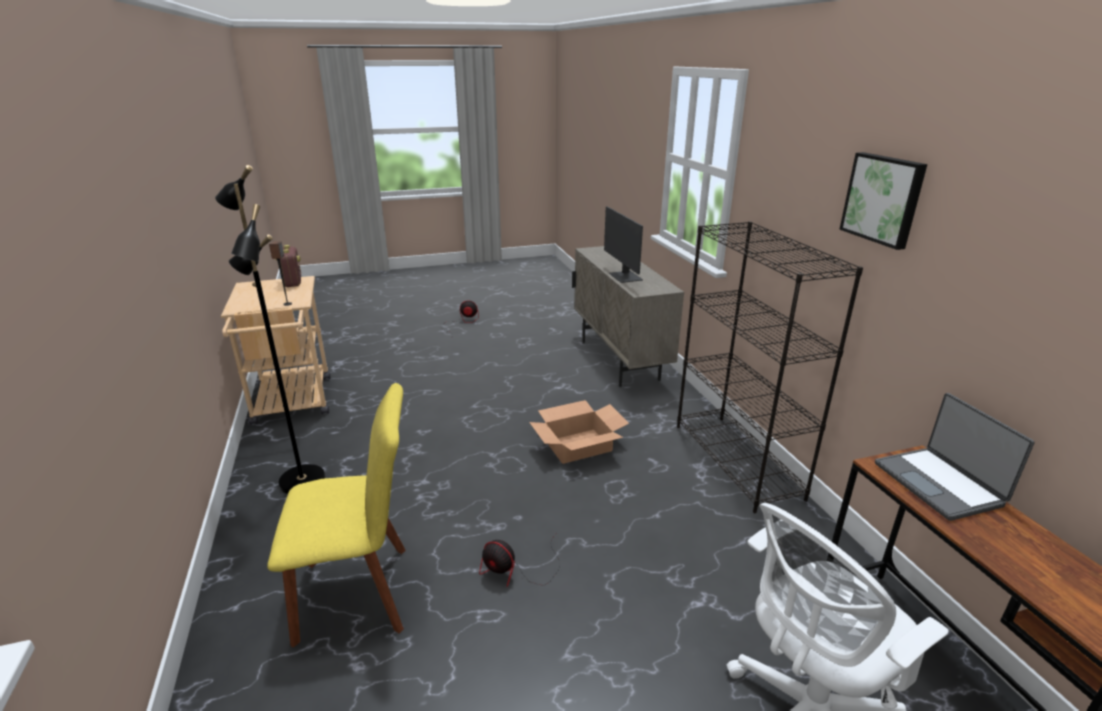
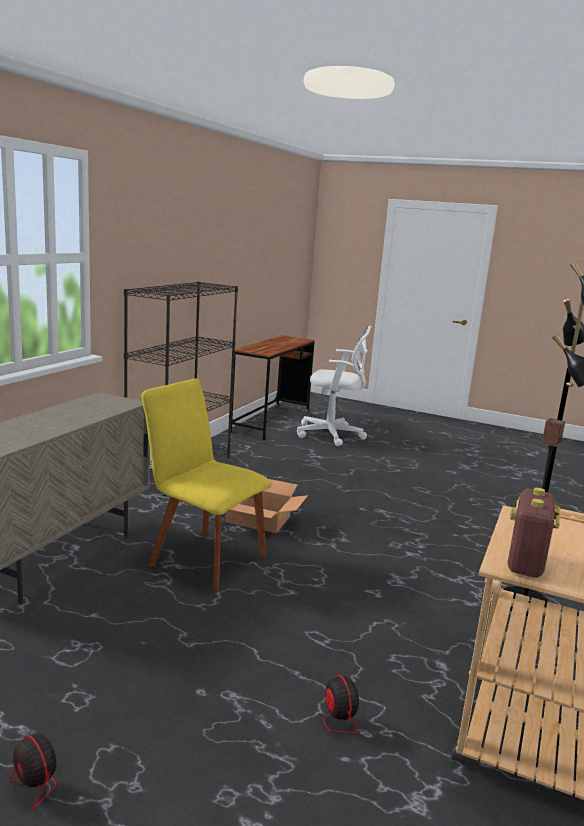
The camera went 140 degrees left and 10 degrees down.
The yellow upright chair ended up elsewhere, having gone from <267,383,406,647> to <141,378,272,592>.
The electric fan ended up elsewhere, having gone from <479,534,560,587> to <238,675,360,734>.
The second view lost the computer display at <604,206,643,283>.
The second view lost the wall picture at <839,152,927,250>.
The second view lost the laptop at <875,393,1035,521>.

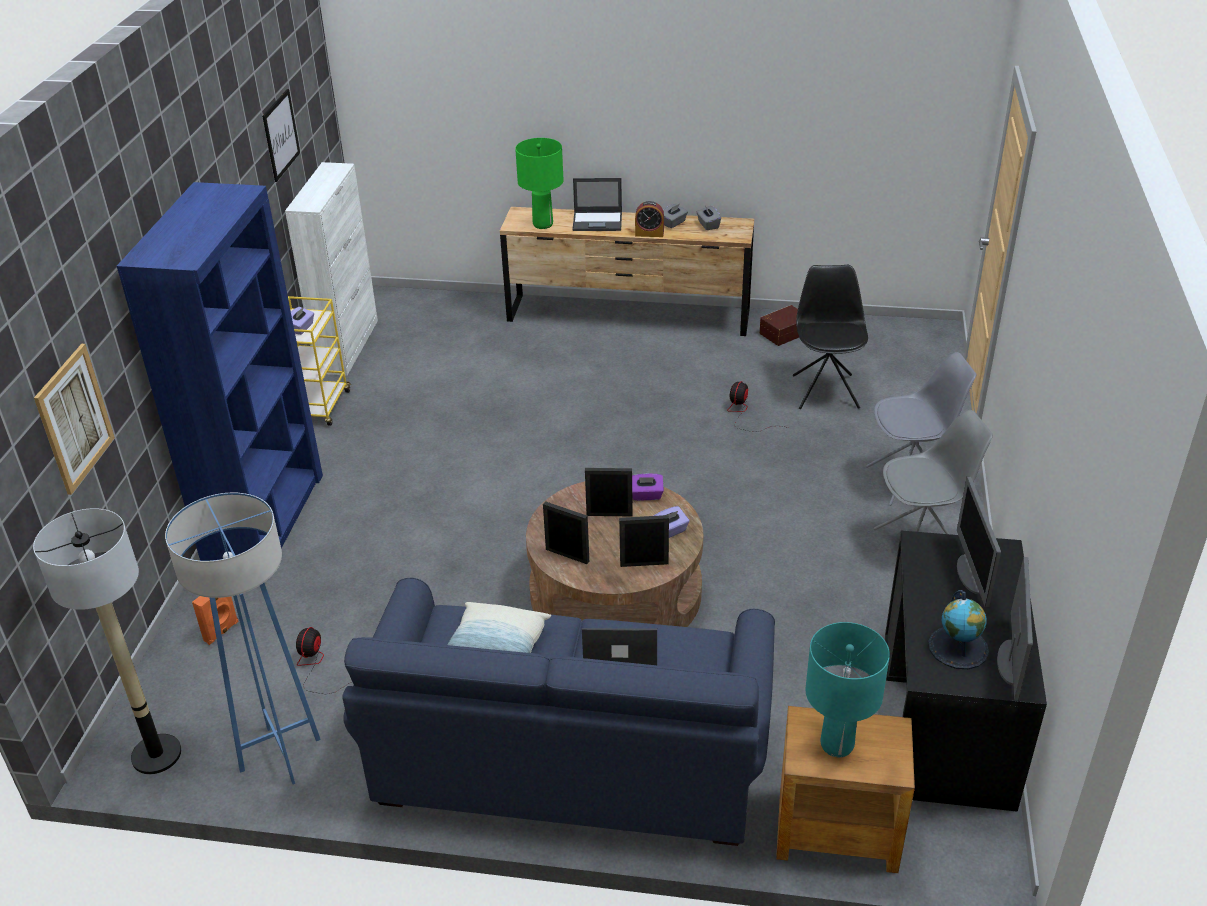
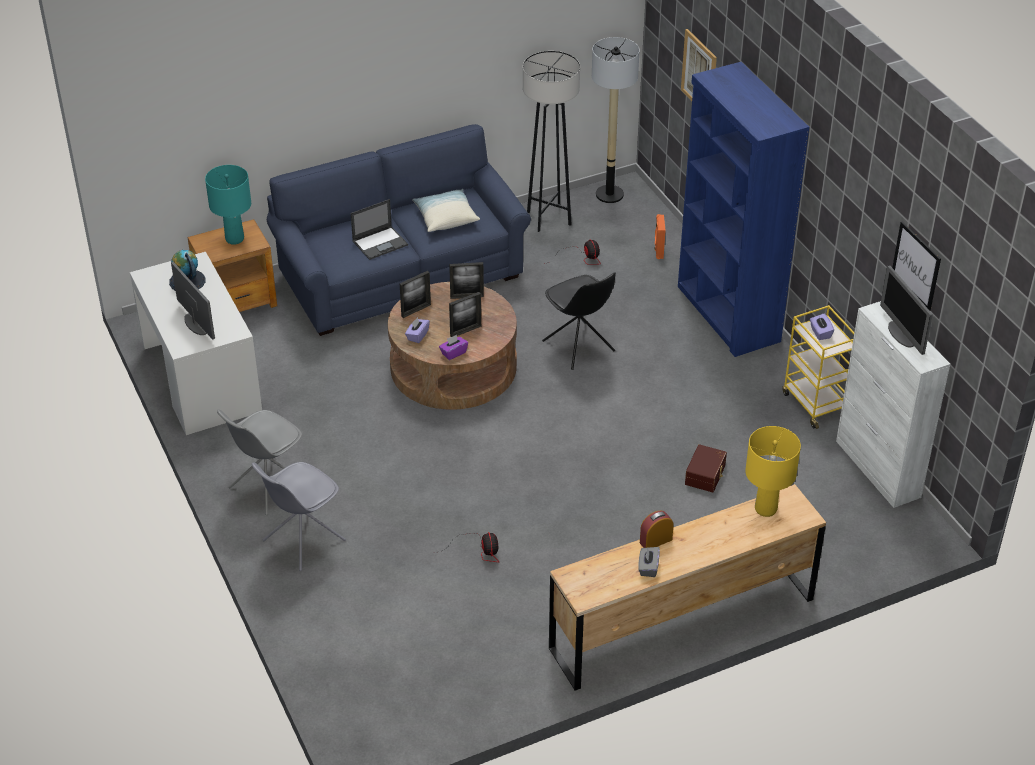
The camera went 145 degrees right and 5 degrees up.
What was the black desk unit at <885,531,1047,812> turned into the white desk unit at <130,252,262,435>.
What was the bluish floor lamp at <165,493,321,784> turned into the greyish floor lamp at <523,51,580,232>.
The black upright chair ended up elsewhere, having gone from <793,265,868,409> to <542,273,616,370>.
The brownish storage container ended up elsewhere, having gone from <759,305,799,346> to <685,444,727,492>.
What was the greenish lamp for a table at <515,138,564,229> turned into the yellow lamp for a table at <745,426,801,517>.
The computer display ended up elsewhere, having gone from <997,557,1033,700> to <880,265,933,355>.
The second view lost the laptop at <573,178,622,231>.
The second view lost the greyish tissue box at <697,206,721,230>.

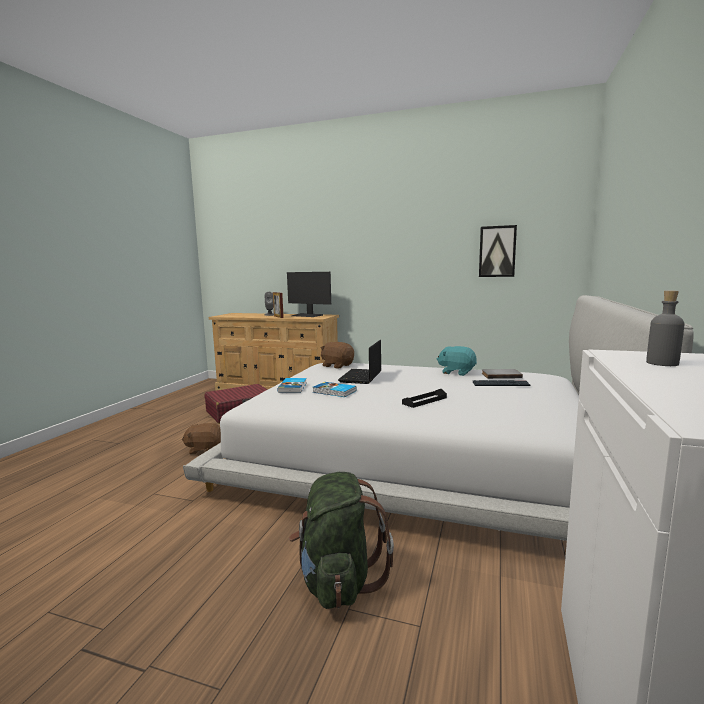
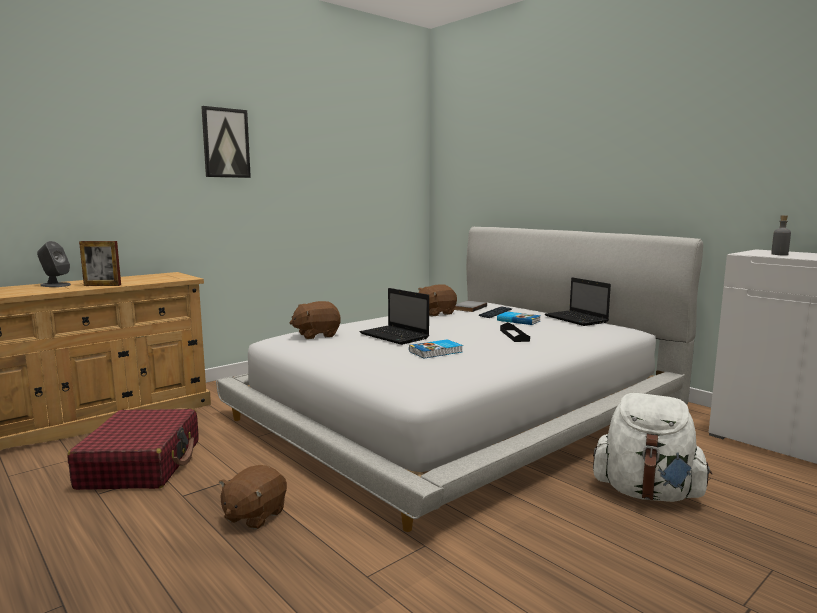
The camera went 60 degrees left and 0 degrees up.
The wall picture ended up elsewhere, having gone from <479,225,517,277> to <201,106,251,178>.
What was the blue-green soft toy at <437,346,477,376> turned into the brownish soft toy at <418,284,457,317>.
The bound book ended up elsewhere, having gone from <277,378,307,393> to <497,312,541,325>.
The second view gained the laptop at <545,277,611,326>.
What was the greenish backpack at <289,472,394,609> turned into the white backpack at <593,393,712,502>.
The second view lost the computer display at <287,272,331,317>.

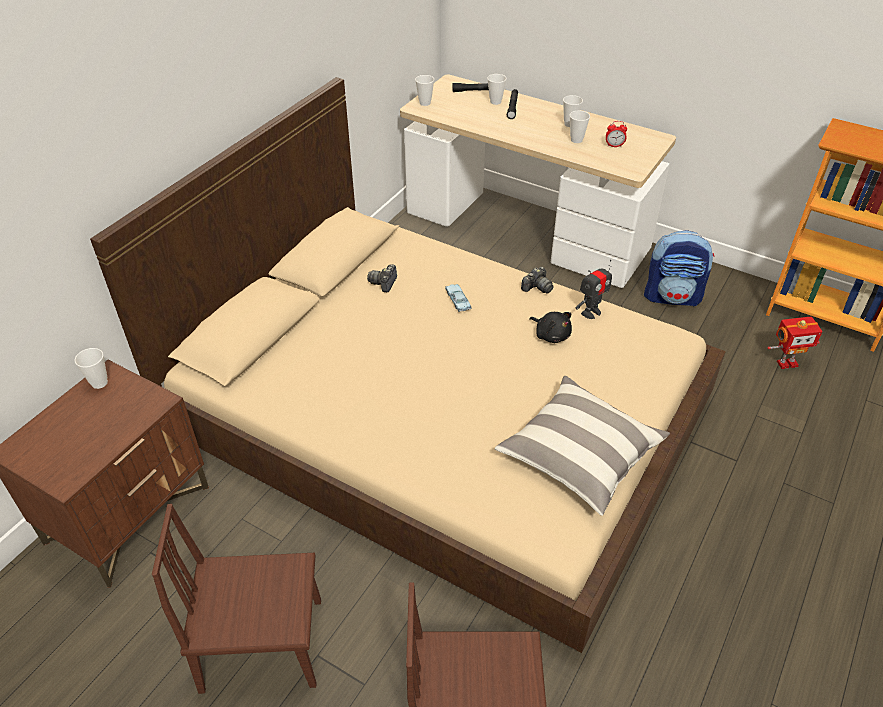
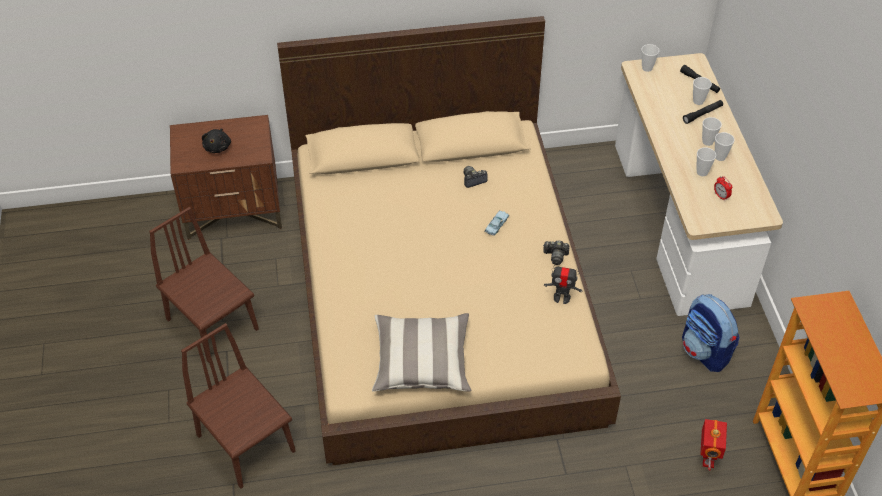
The camera went 50 degrees right and 5 degrees up.
The black soft toy ended up elsewhere, having gone from <529,312,572,343> to <202,128,231,153>.
The robot figure at <767,316,823,369> ended up facing another way, 120 degrees counterclockwise from before.
The small cup ended up elsewhere, having gone from <75,348,108,389> to <702,117,722,146>.

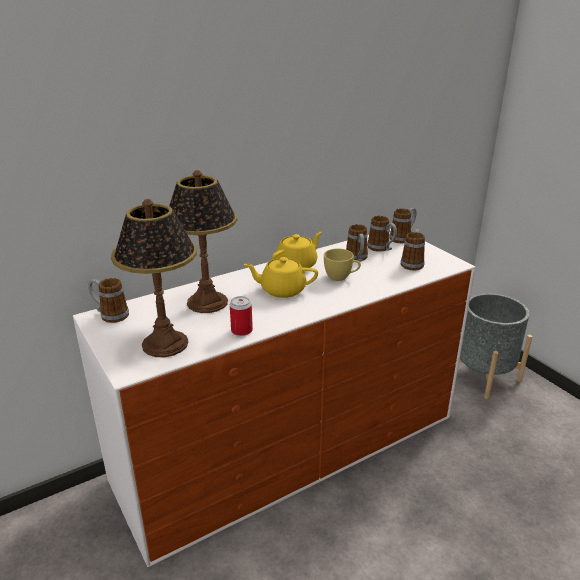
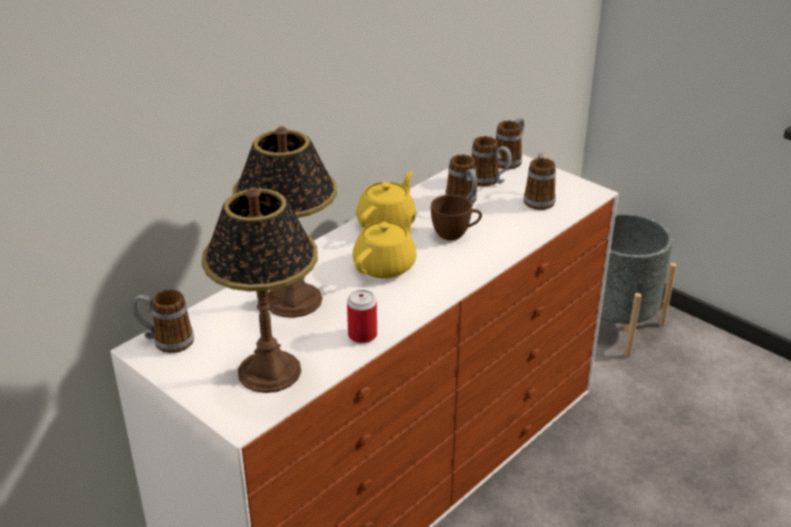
The camera went 15 degrees left and 5 degrees up.
The yellow pot for tea at <244,257,318,298> ended up facing another way, 135 degrees clockwise from before.
What was the yellow small cup at <324,249,361,281> turned into the brownish small cup at <431,195,482,240>.

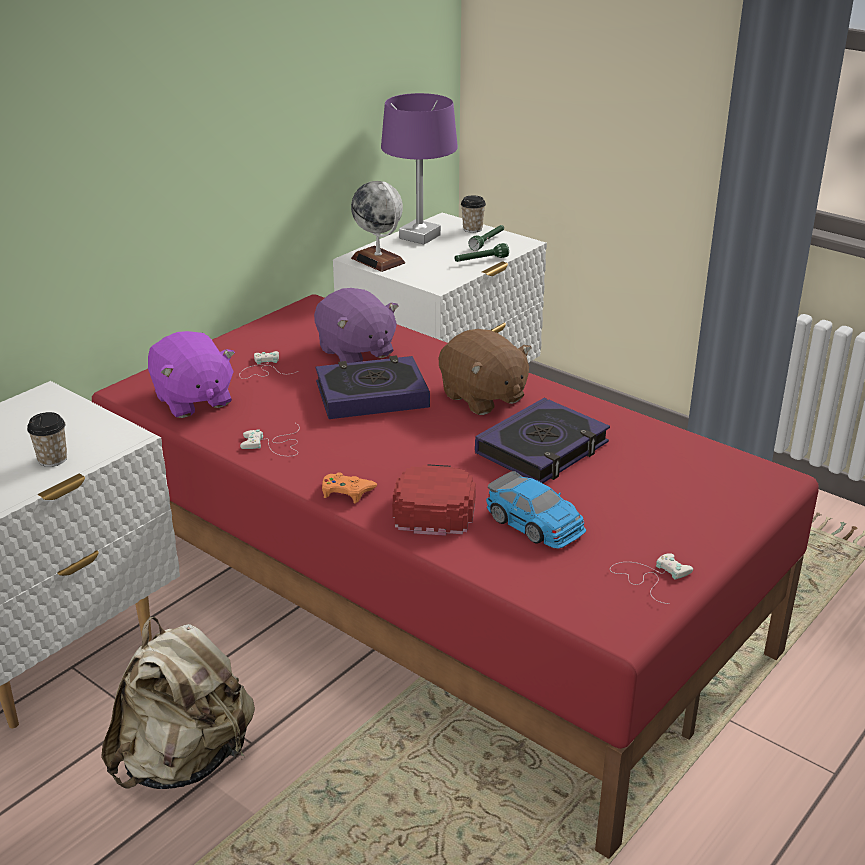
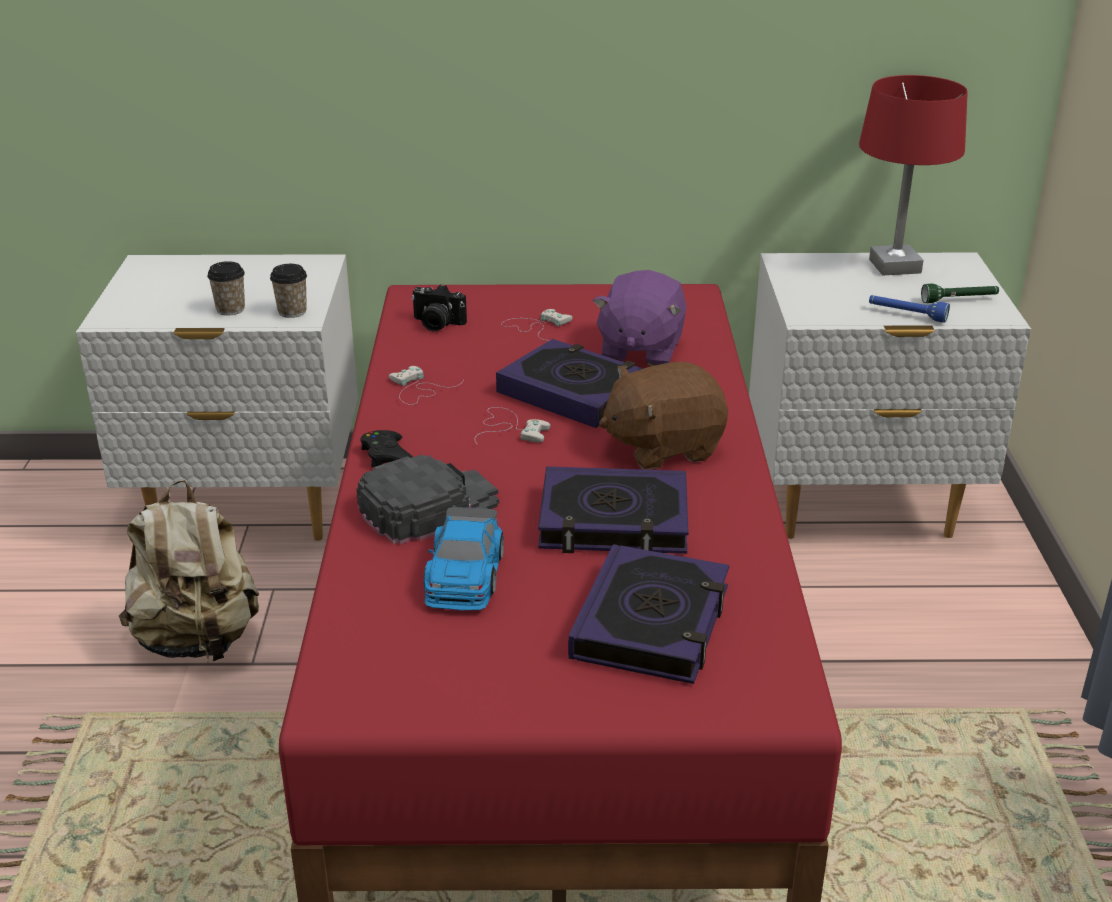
The camera went 50 degrees right and 0 degrees up.
The small cup ended up elsewhere, having gone from <461,195,486,233> to <270,264,307,318>.
What was the reddish peaked cap at <392,464,476,536> turned into the black peaked cap at <356,454,499,544>.
What was the orange game controller at <322,472,377,504> turned into the black game controller at <360,430,413,468>.
Where the purplish soft toy stood at <148,331,235,418>, the photo camera came to stand at <411,285,467,332>.
The white game controller ended up elsewhere, having gone from <610,553,693,604> to <475,407,550,445>.
The second view gained the bound book at <568,544,729,684>.
The brownish soft toy at <439,329,532,415> ended up facing another way, 60 degrees clockwise from before.
What was the purplish lamp for a table at <381,93,458,245> turned into the reddish lamp for a table at <859,75,968,275>.
What was the greenish hand torch at <454,243,509,262> turned into the bluish hand torch at <869,295,950,323>.
The second view lost the world globe at <351,181,405,272>.

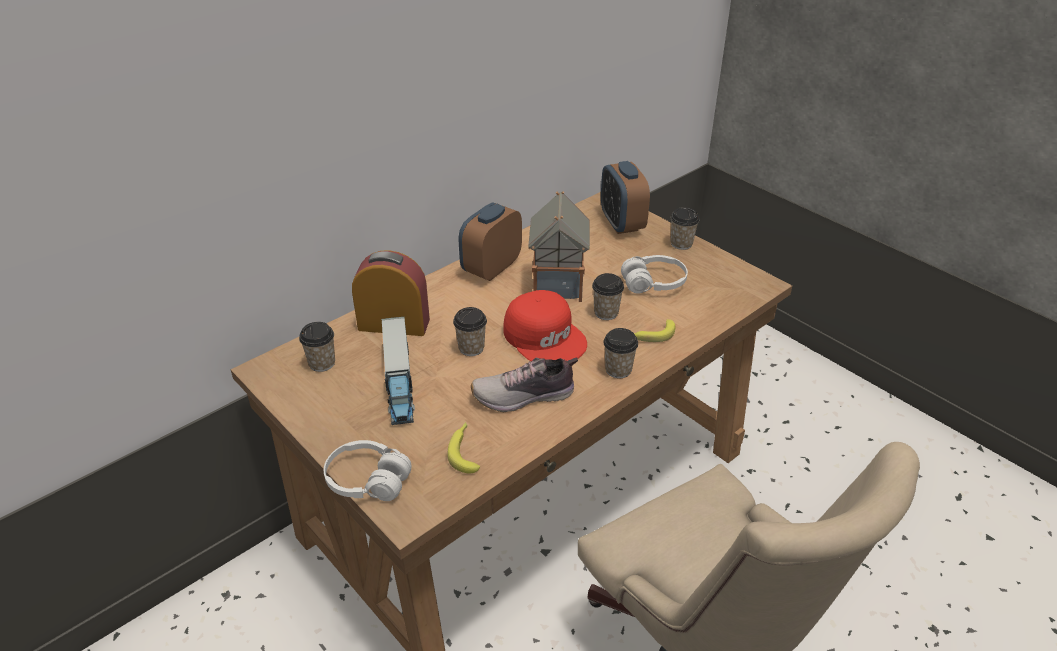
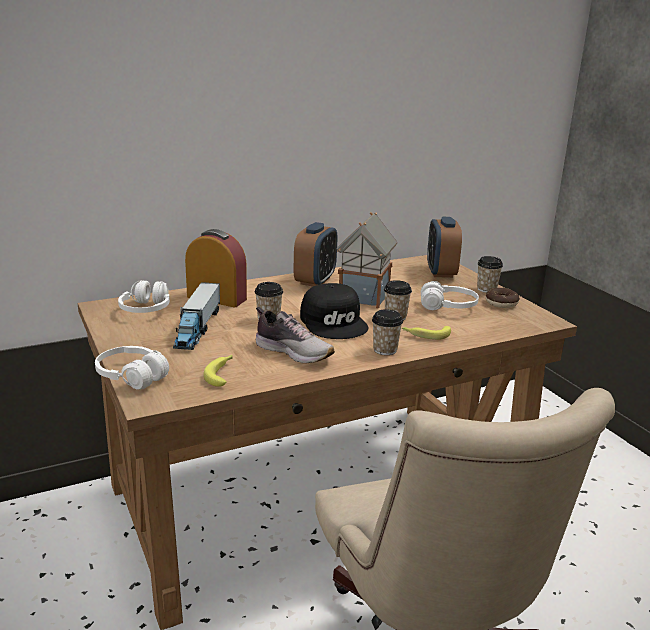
The camera went 15 degrees right and 15 degrees down.
Where the small cup stood at <299,322,335,372>, the white headset came to stand at <118,280,170,313>.
The item of footwear at <471,358,578,412> ended up facing another way, 150 degrees counterclockwise from before.
The alarm clock at <459,203,522,281> ended up facing another way, 150 degrees clockwise from before.
What was the reddish peaked cap at <504,290,587,361> turned into the black peaked cap at <300,283,369,339>.
The second view gained the doughnut at <485,288,520,308>.

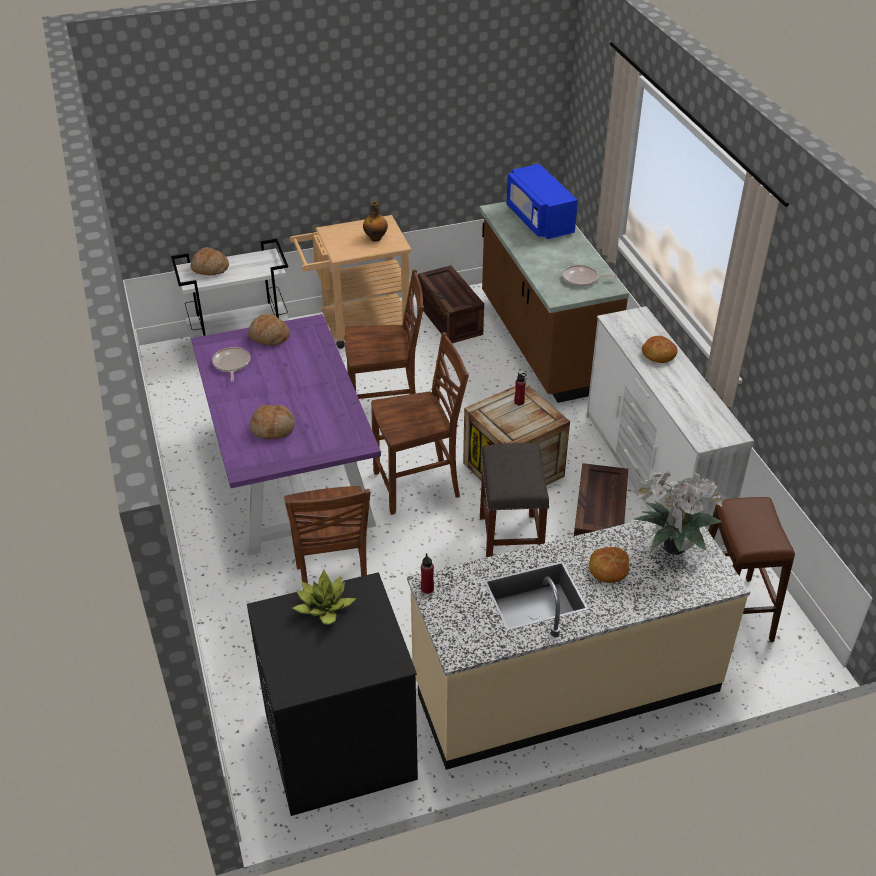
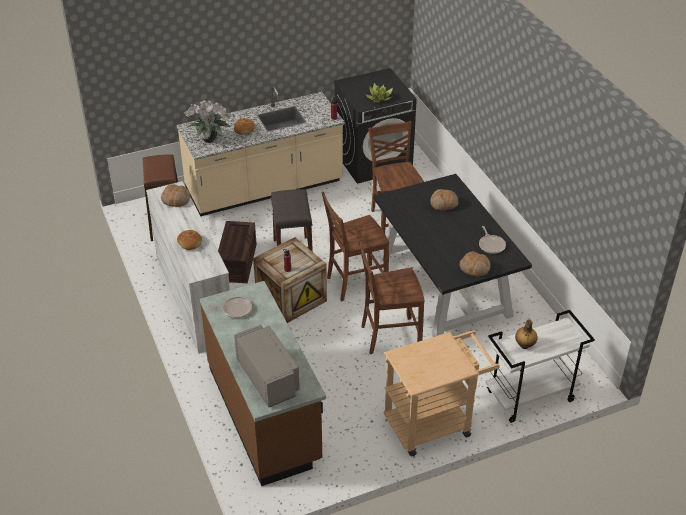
The camera went 175 degrees right and 0 degrees up.
The baked bread ended up elsewhere, having gone from <190,247,229,275> to <161,184,190,207>.
What was the bluish kitchen microwave at <507,164,578,239> turned into the greyish kitchen microwave at <234,324,300,408>.
What was the purplish dining table at <191,314,381,556> turned into the black dining table at <373,174,532,337>.
The drink bottle ended up elsewhere, having gone from <363,201,388,242> to <515,319,538,349>.
The second view lost the crate at <418,266,484,343>.

